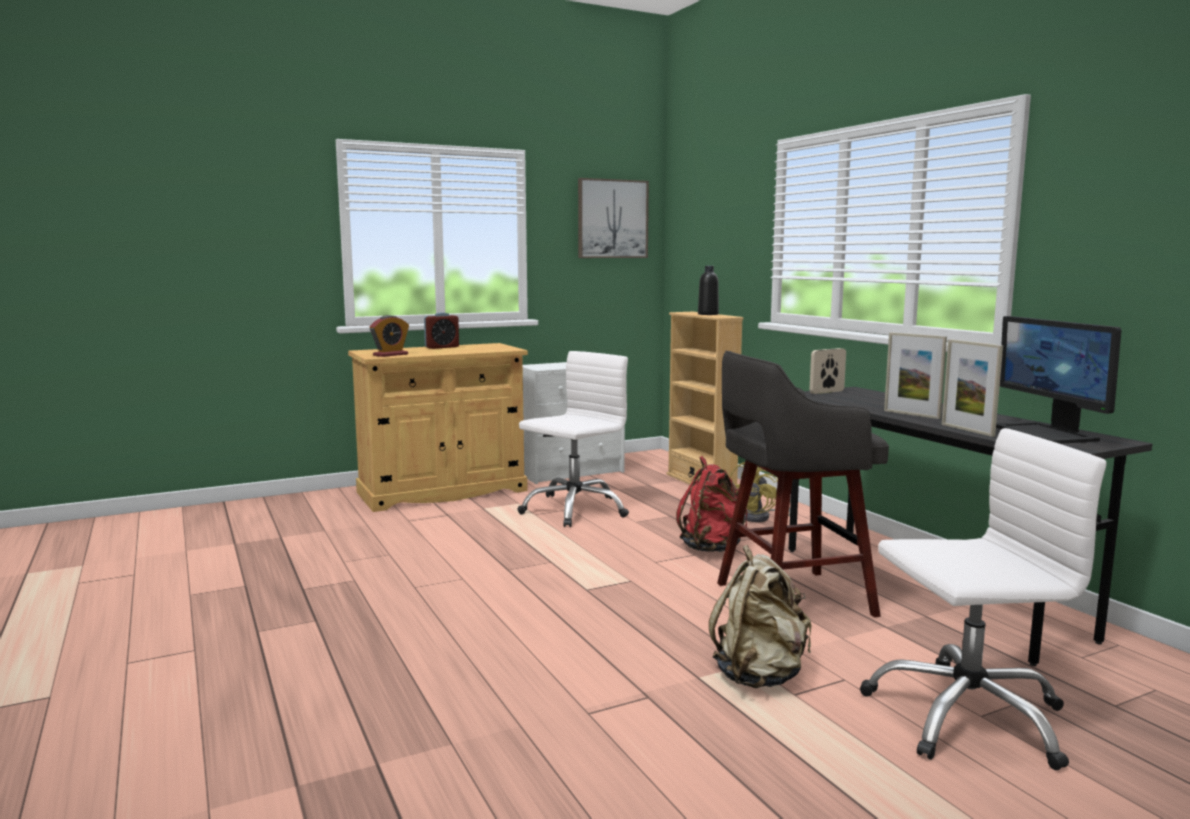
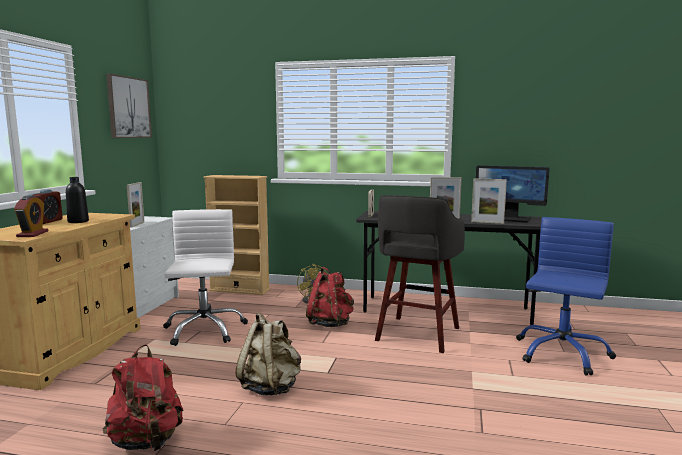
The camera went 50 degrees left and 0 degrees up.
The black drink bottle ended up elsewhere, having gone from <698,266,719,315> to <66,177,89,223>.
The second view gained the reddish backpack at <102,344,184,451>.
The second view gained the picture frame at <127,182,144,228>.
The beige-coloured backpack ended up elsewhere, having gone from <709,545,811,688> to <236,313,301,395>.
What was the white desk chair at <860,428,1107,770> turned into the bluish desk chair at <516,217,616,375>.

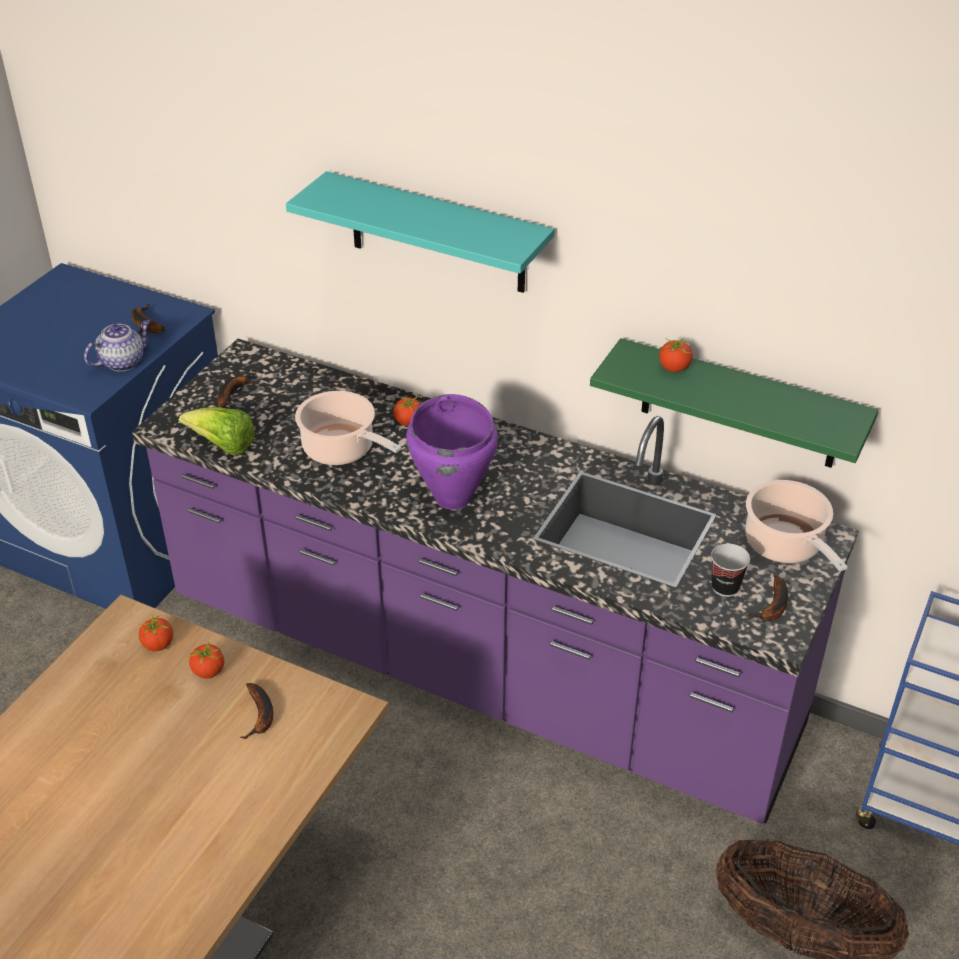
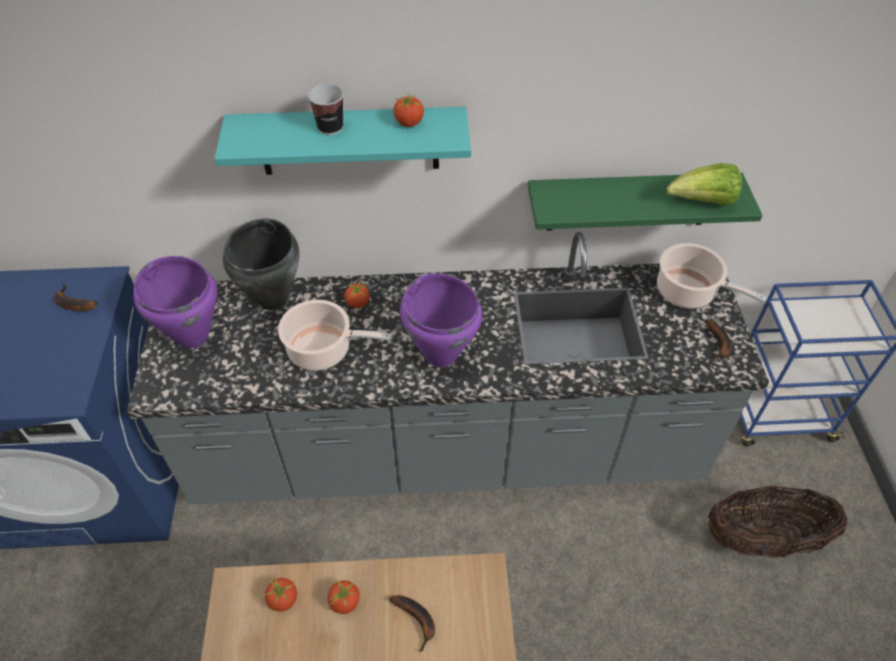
The camera went 30 degrees left and 10 degrees up.
What was the purplish counter at <132,339,859,824> turned into the greyish counter at <127,232,769,504>.
Where the whole banana stood at <217,376,260,408>, the purplish stockpot came to stand at <133,256,217,348>.
The second view gained the black stockpot at <223,218,299,310>.
The small cup ended up elsewhere, having gone from <711,544,750,597> to <308,84,344,135>.
The tomato ended up elsewhere, having gone from <659,338,692,372> to <393,94,424,127>.
The head of lettuce ended up elsewhere, having gone from <179,407,255,455> to <667,163,742,206>.
The second view lost the pot for tea at <84,320,151,371>.

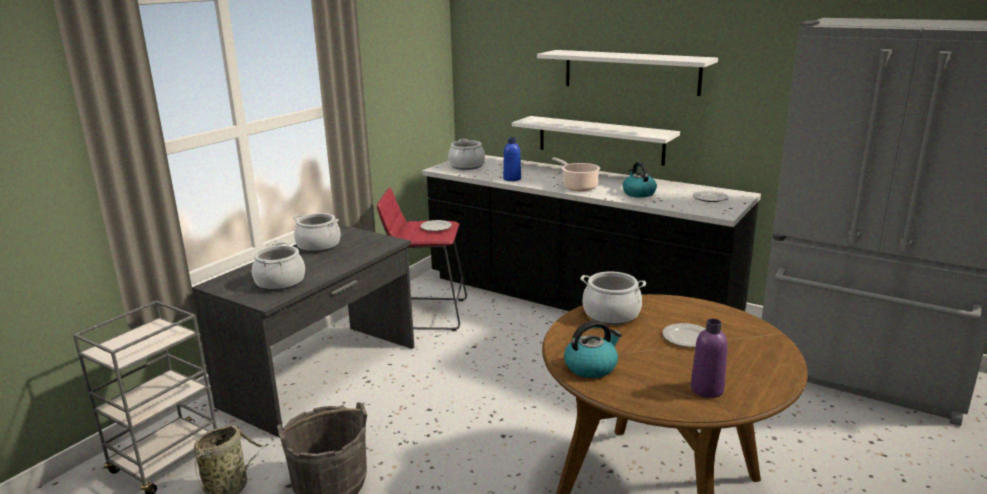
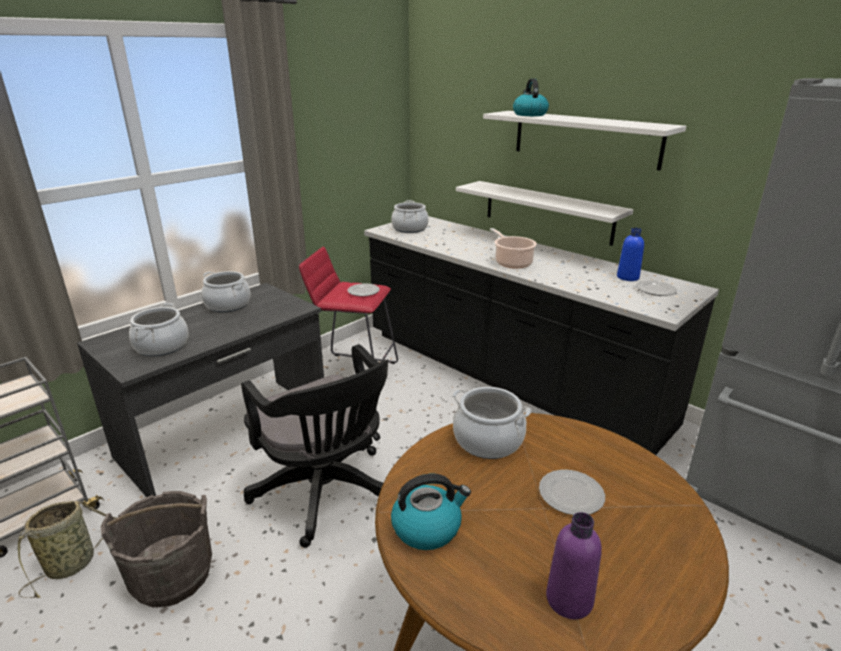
The camera went 10 degrees right and 5 degrees up.
The second view gained the black desk chair at <241,344,388,548>.
The tea kettle ended up elsewhere, having gone from <623,162,657,198> to <513,78,549,116>.
The bluish drink bottle ended up elsewhere, having gone from <503,137,521,181> to <617,228,644,281>.

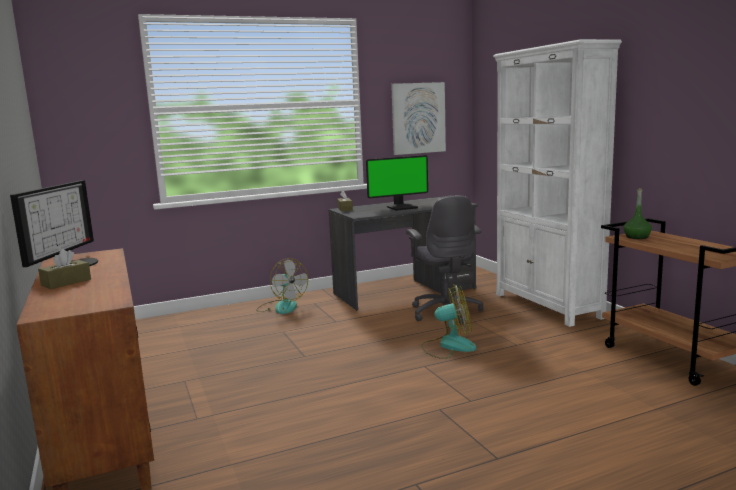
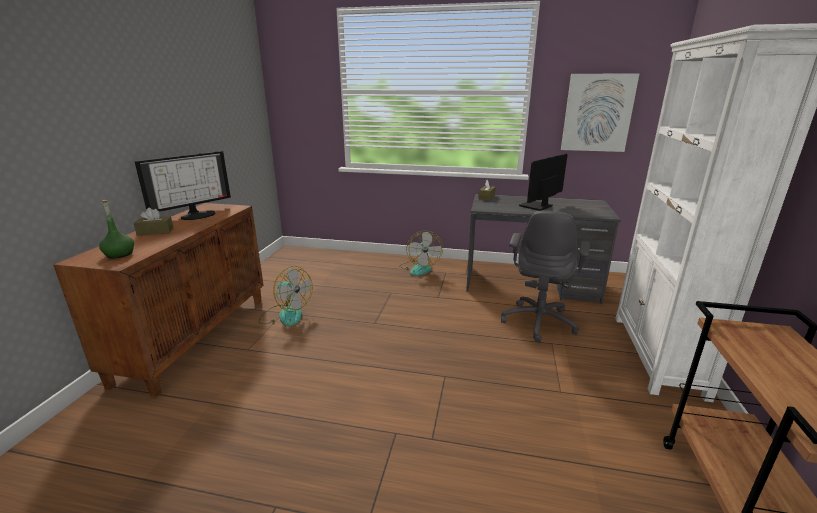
The camera went 35 degrees right and 10 degrees up.
The greenish drink bottle ended up elsewhere, having gone from <623,188,652,239> to <99,200,134,259>.
The electric fan ended up elsewhere, having gone from <421,284,476,359> to <259,266,313,326>.
The computer display at <366,155,428,211> ended up facing another way, 120 degrees clockwise from before.

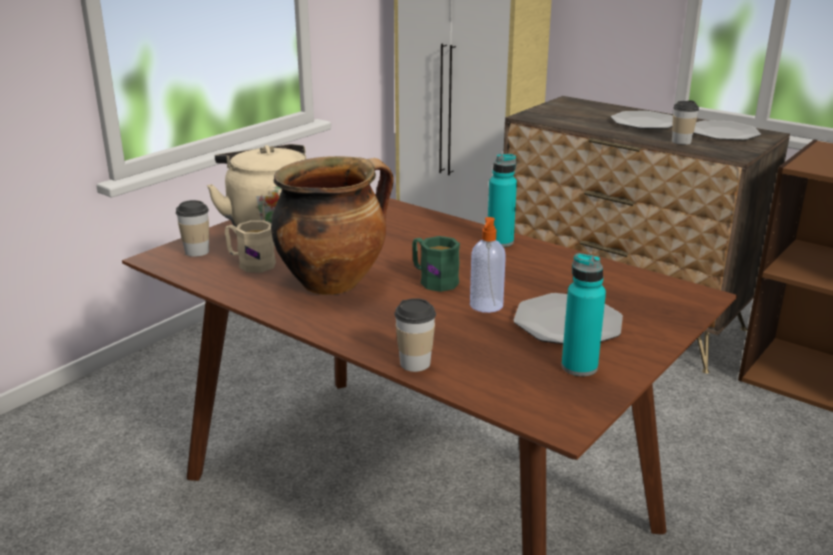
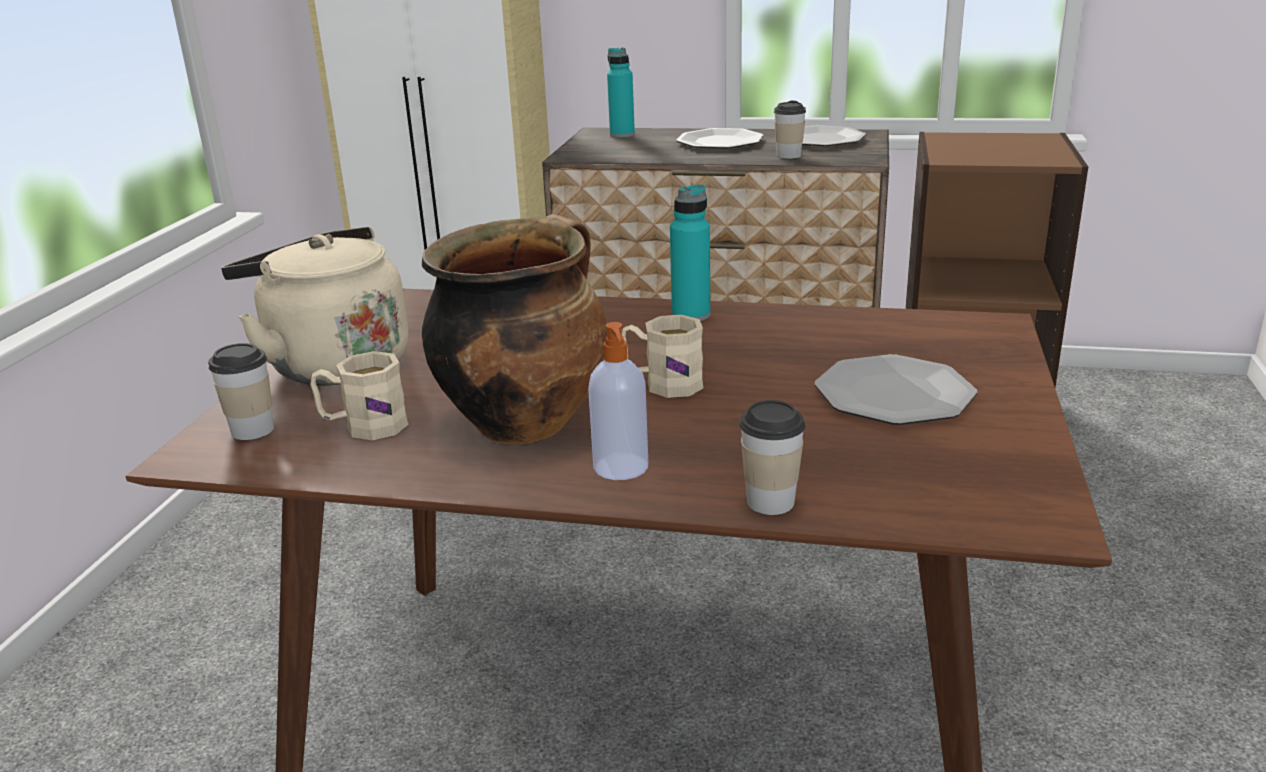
The camera went 25 degrees left and 0 degrees up.
The liquid soap bottle ended up elsewhere, having gone from <470,217,506,313> to <588,322,648,480>.
The blue-green drink bottle ended up elsewhere, having gone from <561,253,606,376> to <607,47,635,137>.
What was the greenish coffee mug at <412,236,460,292> turned into the beige-coloured coffee mug at <622,315,703,398>.

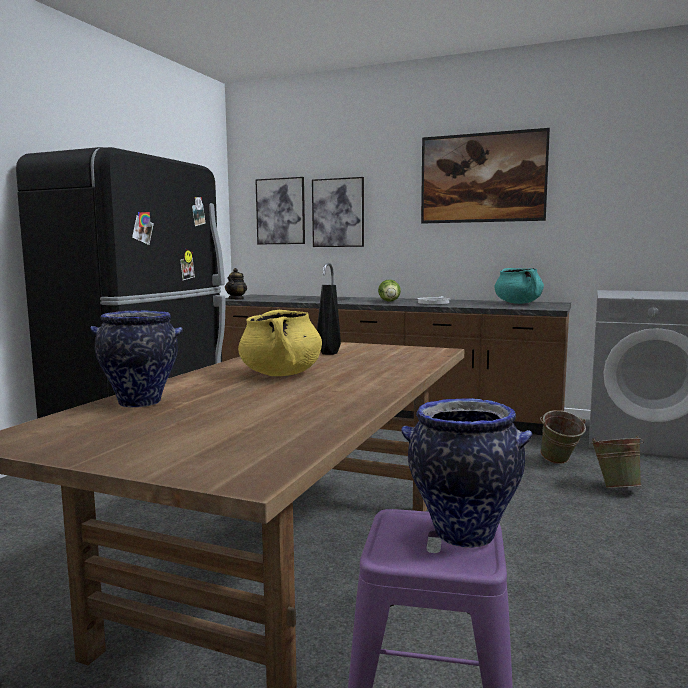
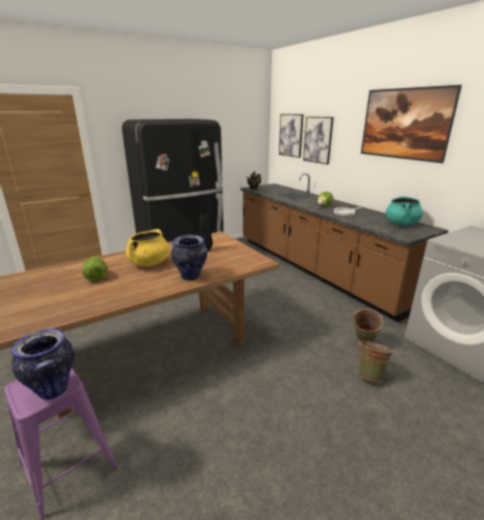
The camera went 35 degrees right and 15 degrees up.
The second view gained the head of lettuce at <83,257,108,282>.
The vase ended up elsewhere, having gone from <90,310,183,408> to <171,235,208,281>.

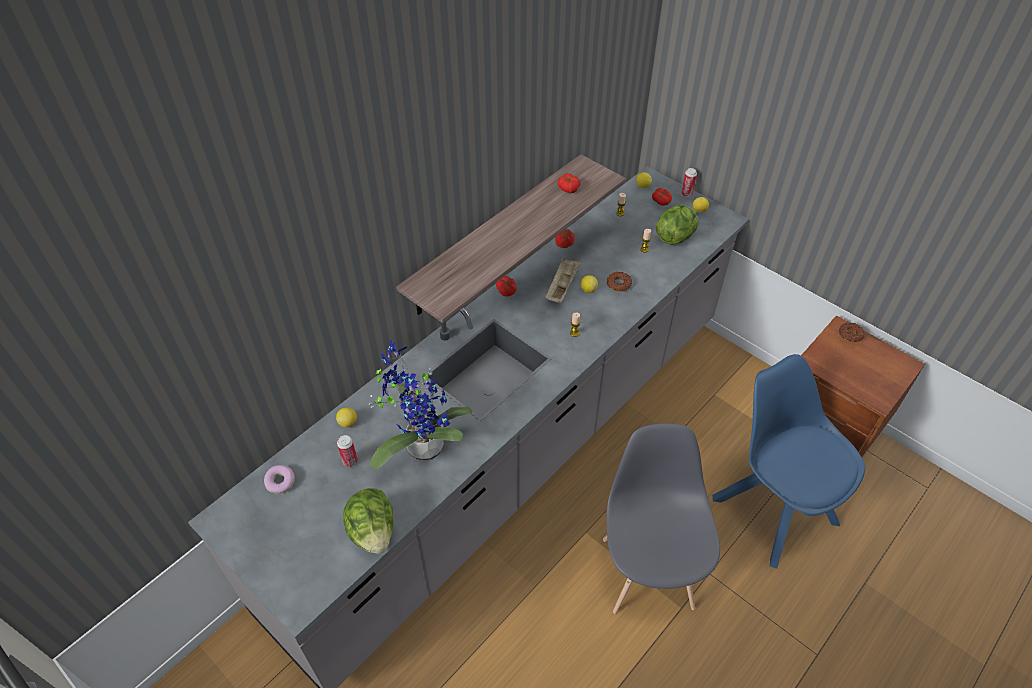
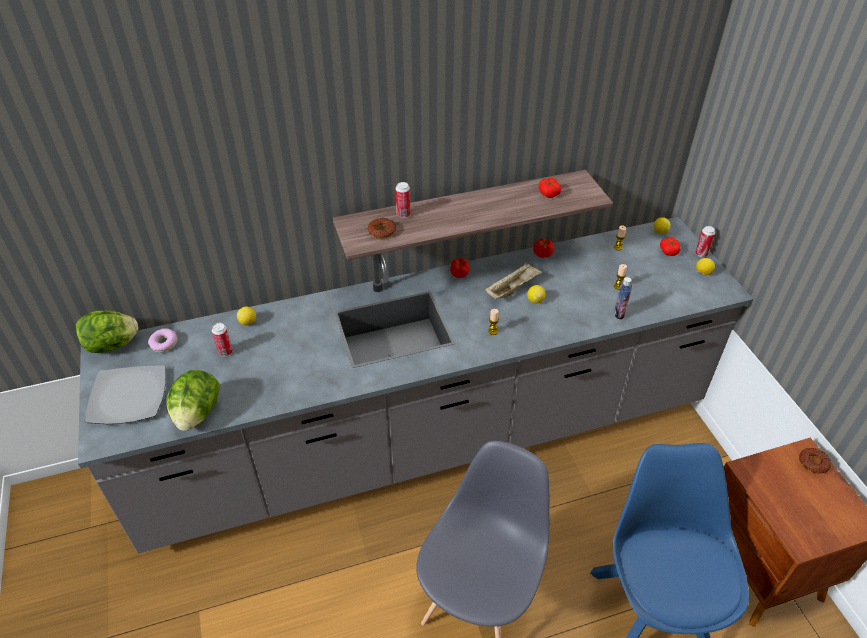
The camera went 30 degrees right and 5 degrees down.
The head of lettuce ended up elsewhere, having gone from <656,205,698,245> to <76,310,138,353>.
The second view gained the plate at <85,365,166,424>.
The doughnut ended up elsewhere, having gone from <607,272,632,292> to <367,218,396,239>.
The second view gained the sealed can at <395,182,411,218>.
The second view gained the drink bottle at <614,277,632,319>.
The second view lost the houseplant at <369,340,473,469>.

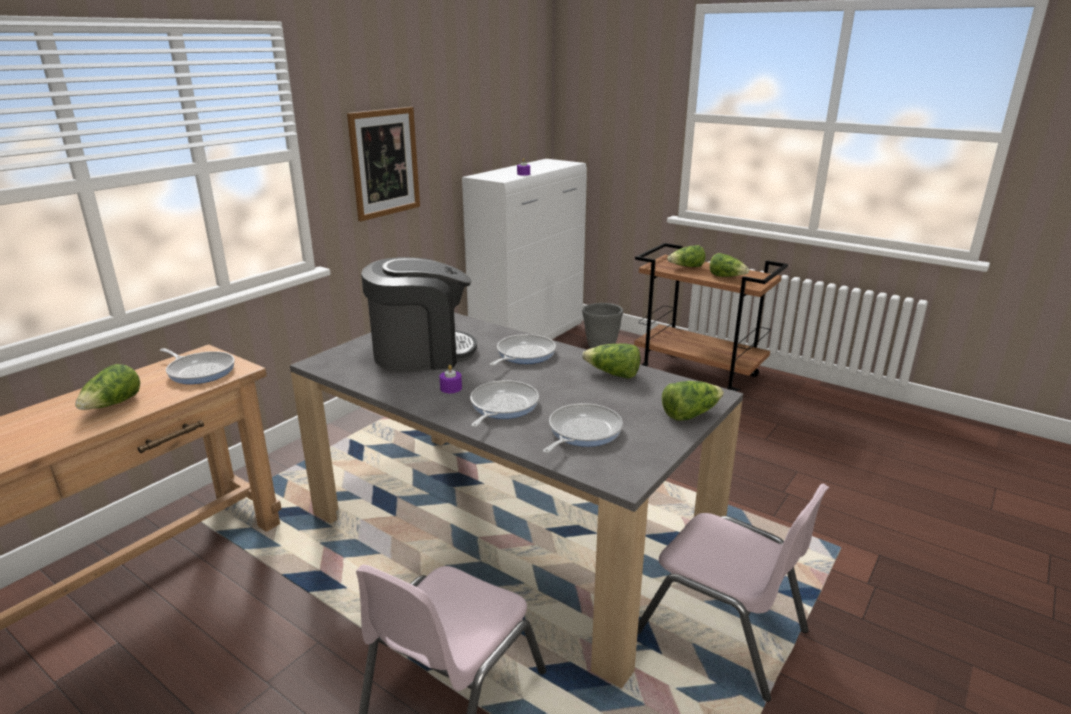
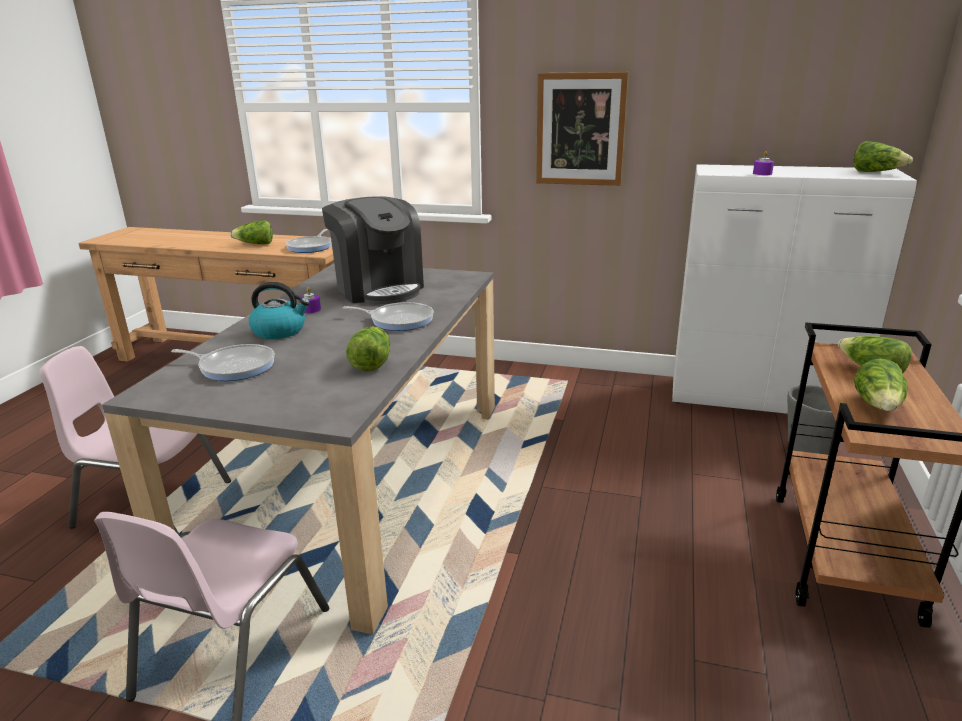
The camera went 70 degrees right and 0 degrees up.
Where the frying pan stood at <470,380,539,427>, the tea kettle came to stand at <249,282,310,339>.
The head of lettuce ended up elsewhere, having gone from <662,381,724,421> to <854,141,913,172>.

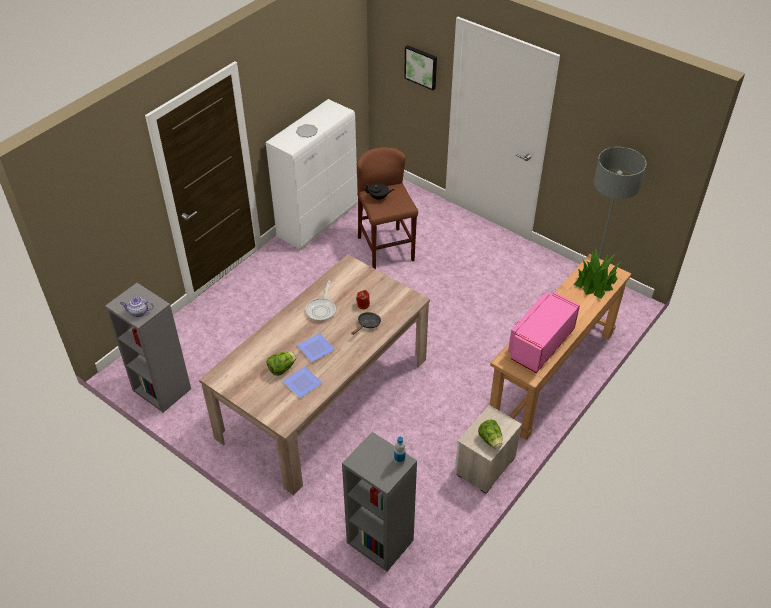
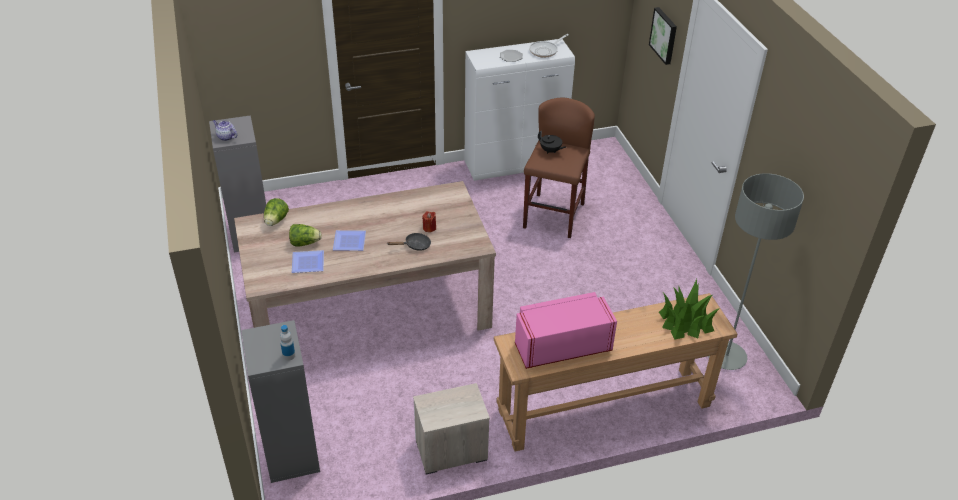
The camera went 35 degrees right and 5 degrees down.
The head of lettuce ended up elsewhere, having gone from <478,420,503,449> to <264,198,289,226>.
The frying pan ended up elsewhere, having gone from <306,280,336,321> to <529,34,569,58>.

